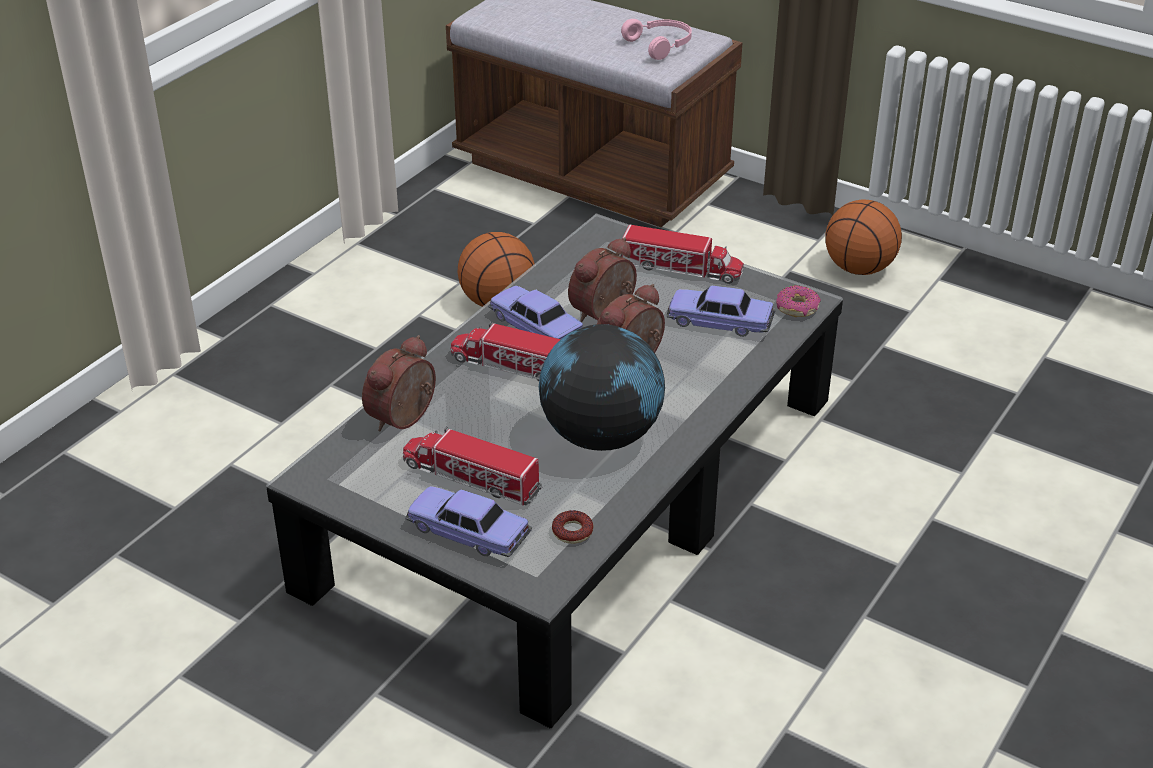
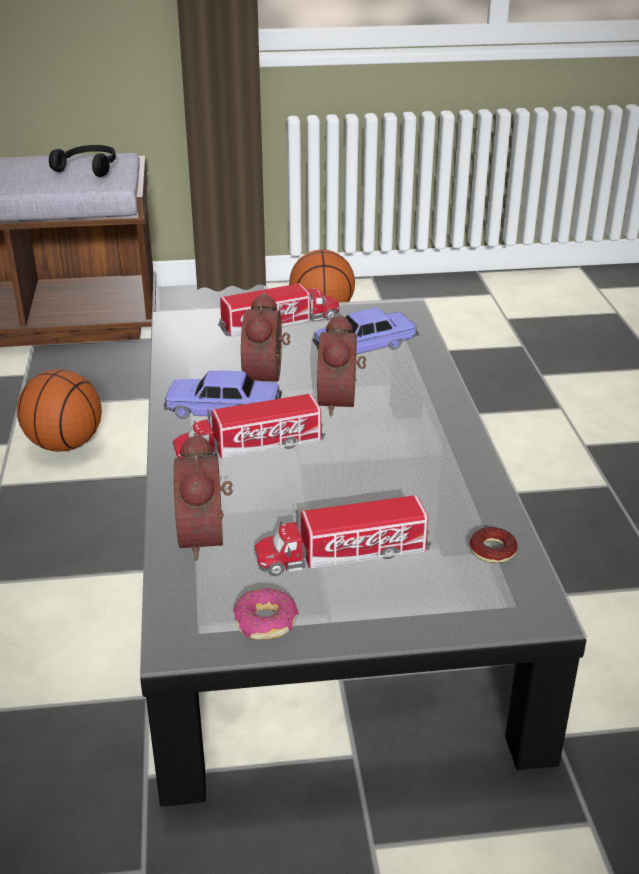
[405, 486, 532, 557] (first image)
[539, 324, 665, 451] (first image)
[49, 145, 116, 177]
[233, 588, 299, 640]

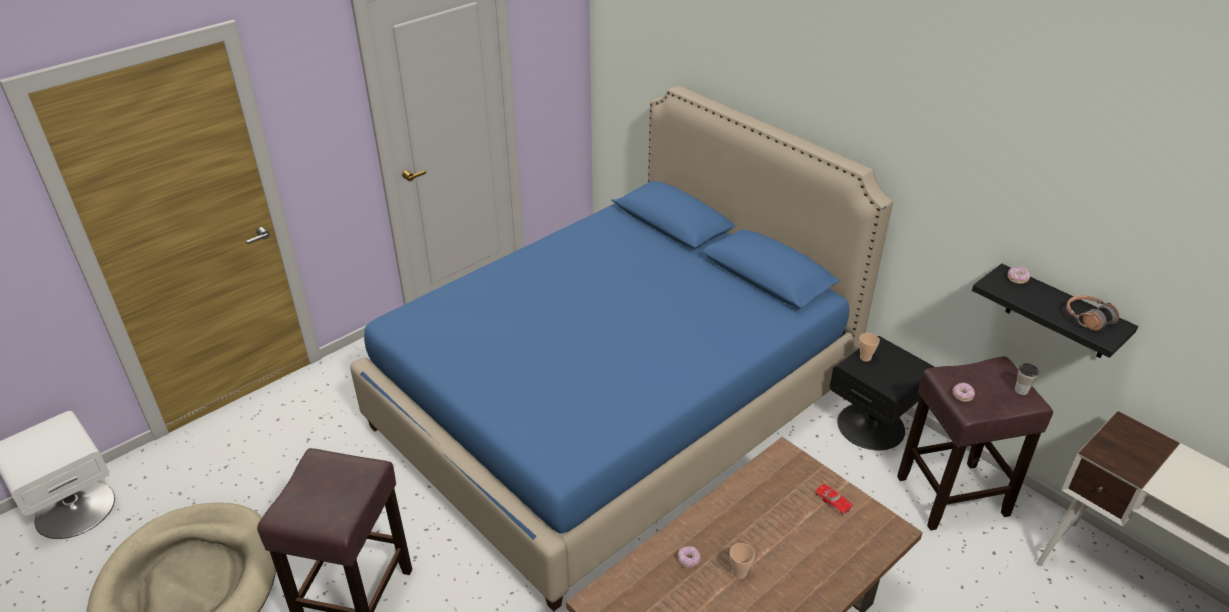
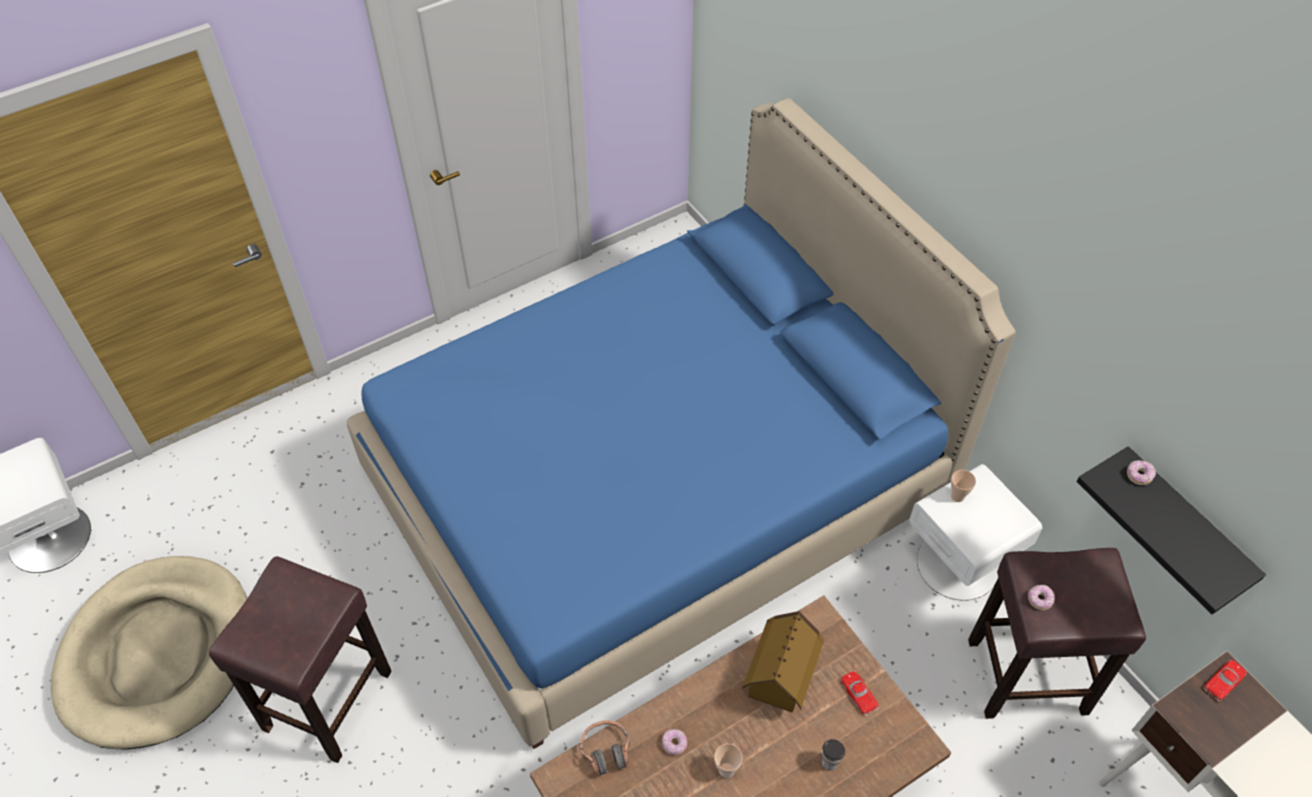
[910, 464, 1042, 601]
[822, 739, 845, 771]
[579, 720, 630, 776]
[742, 611, 824, 713]
[1204, 660, 1247, 701]

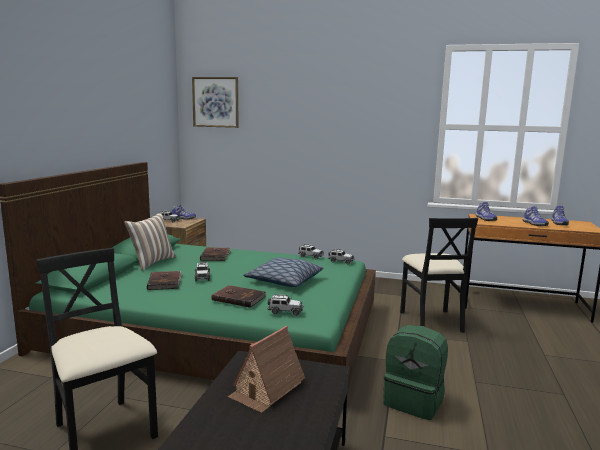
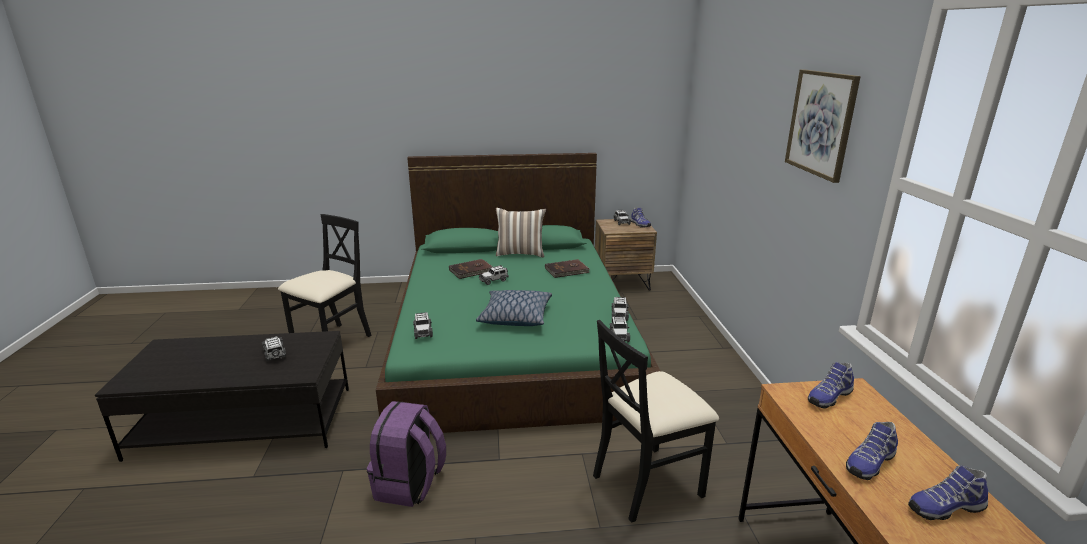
[785, 69, 861, 183]
[212, 285, 266, 308] (first image)
[262, 336, 286, 361]
[367, 401, 446, 507]

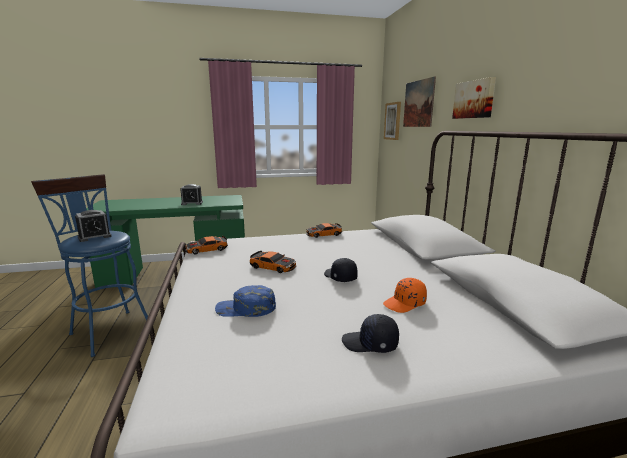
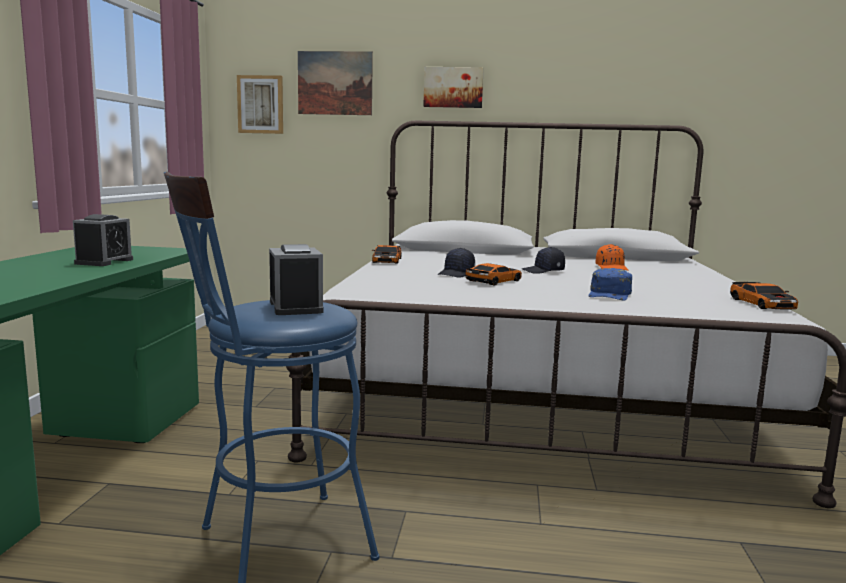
[730, 282, 798, 310]
[438, 248, 475, 278]

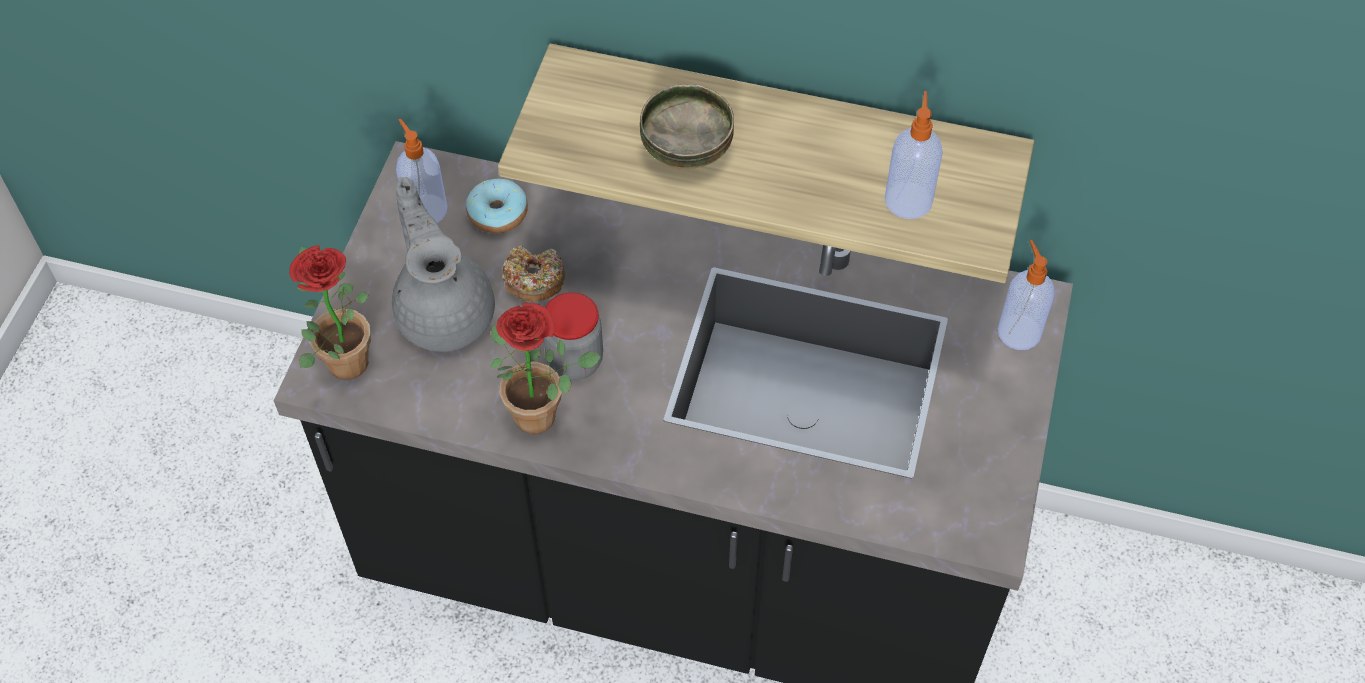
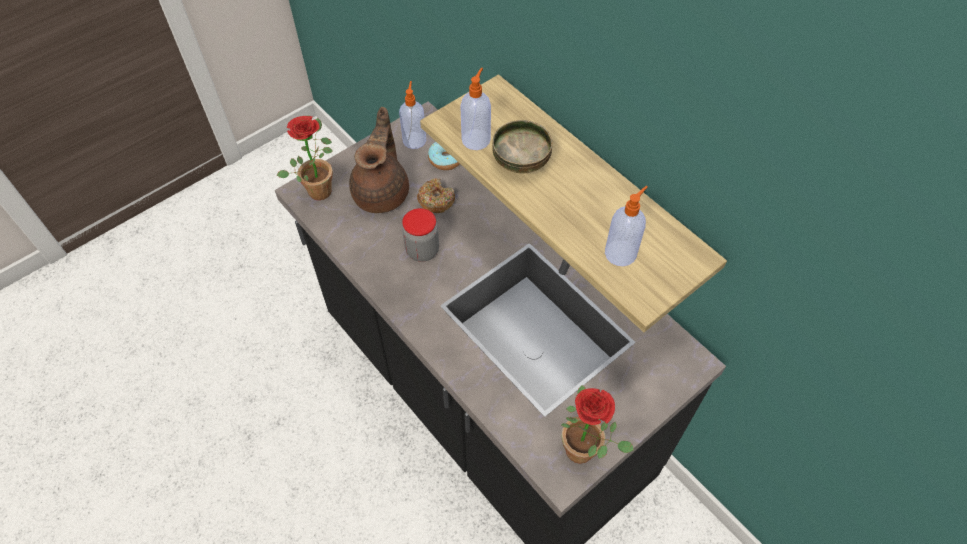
[349, 107, 409, 213]
[561, 385, 634, 464]
[460, 68, 491, 150]

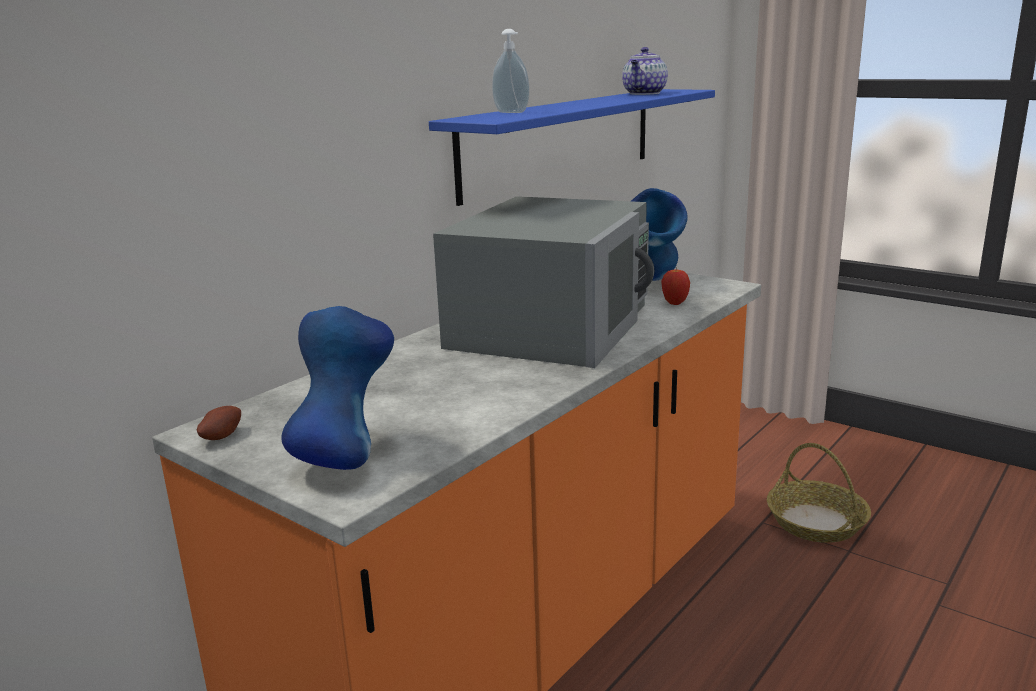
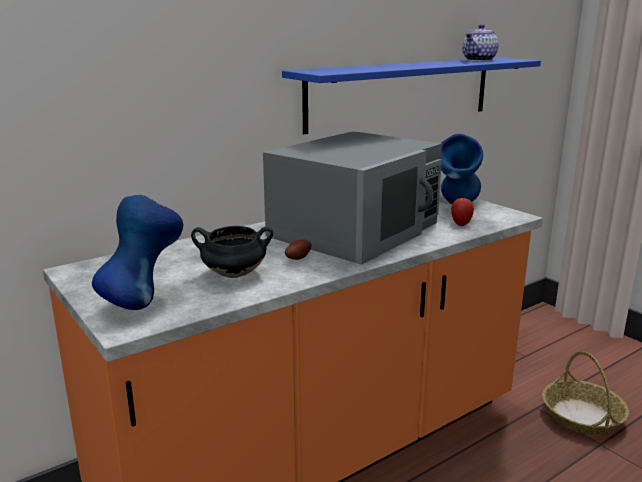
[285, 239, 312, 260]
[492, 29, 530, 113] (first image)
[191, 226, 273, 278]

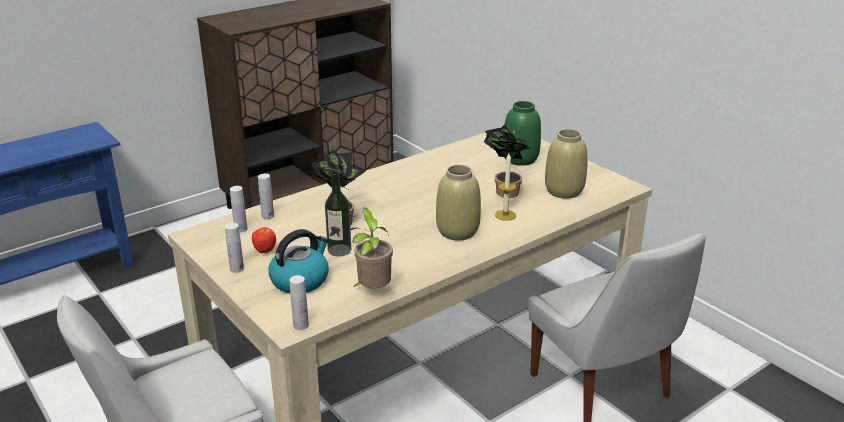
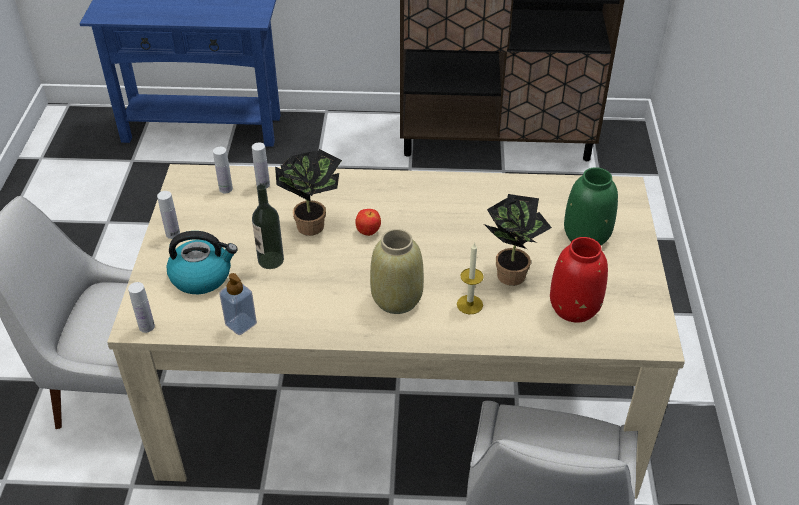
[355, 209, 381, 236]
[219, 273, 257, 335]
[550, 237, 608, 323]

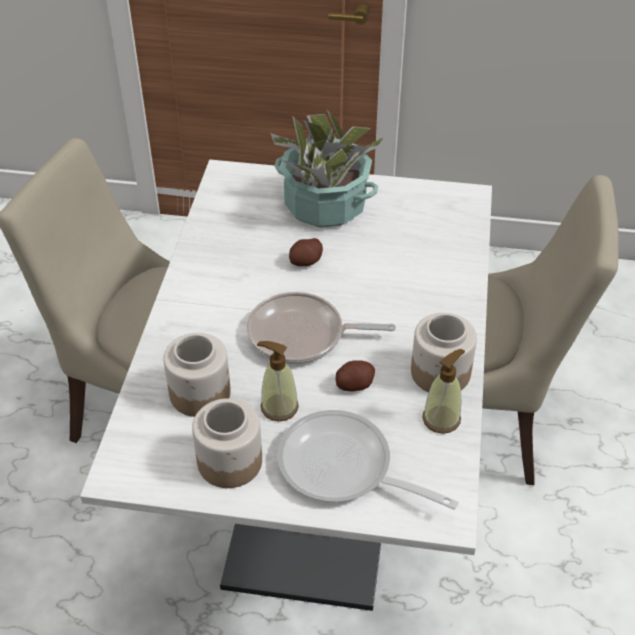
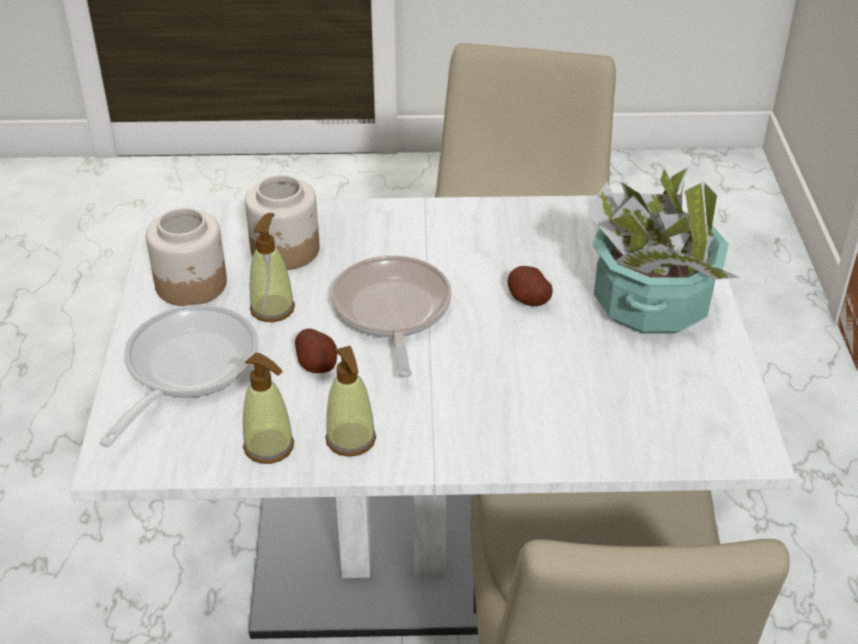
[325, 346, 376, 457]

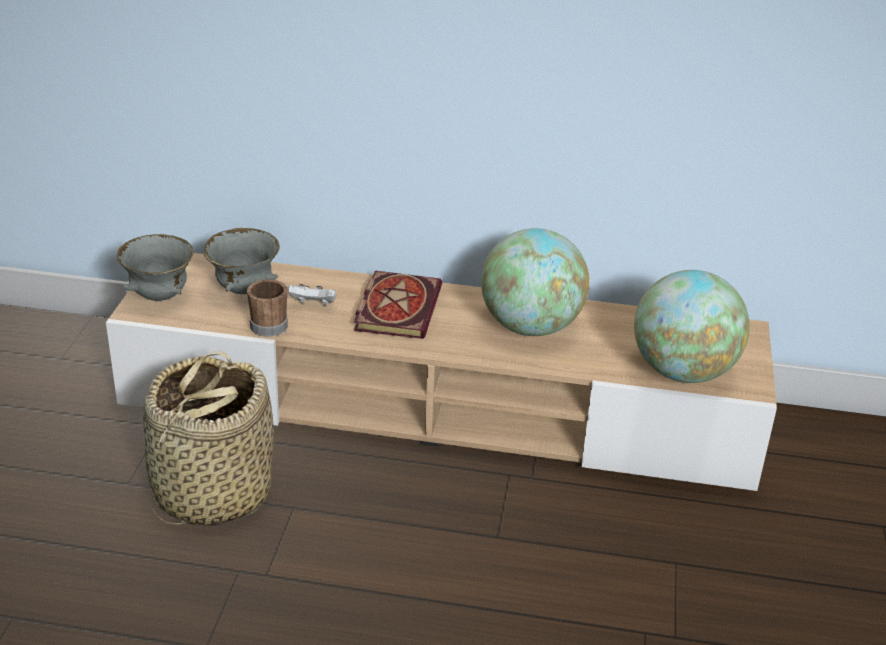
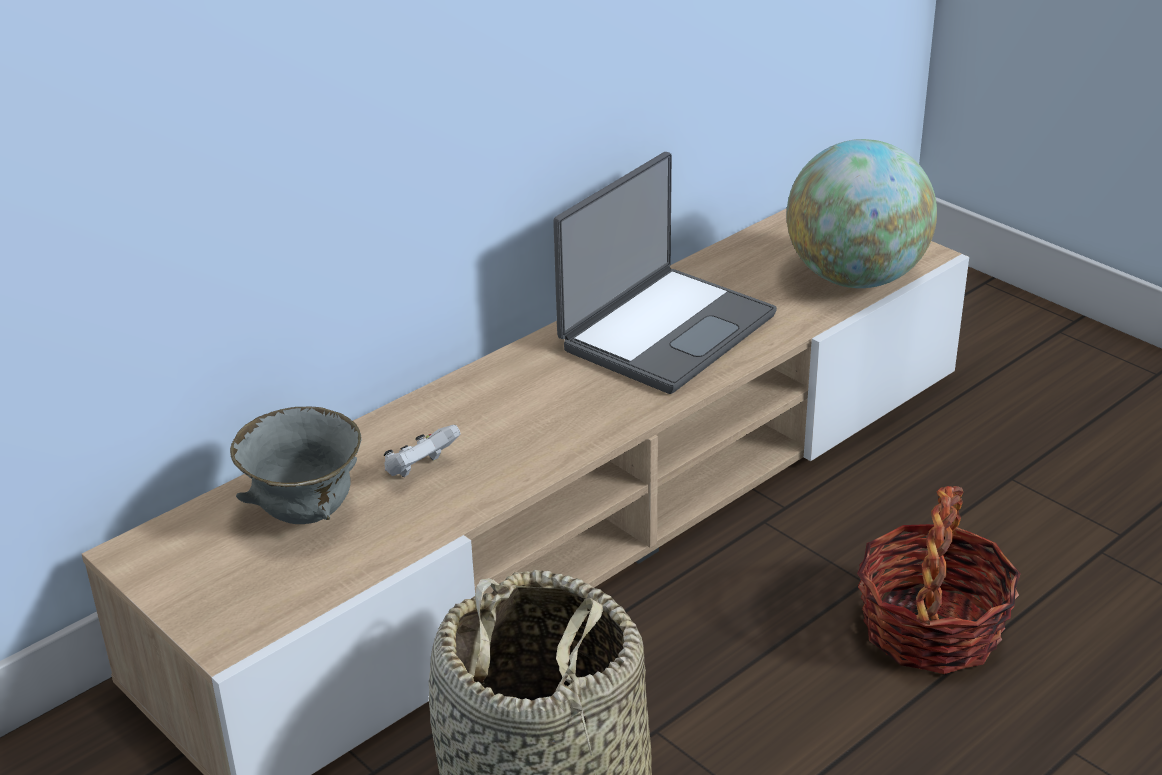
[117, 234, 193, 301] (first image)
[247, 279, 288, 337] (first image)
[354, 271, 442, 339] (first image)
[553, 152, 777, 394]
[857, 486, 1021, 674]

